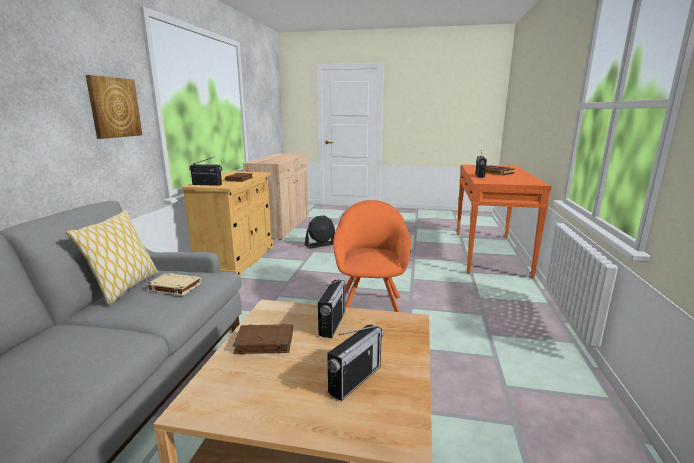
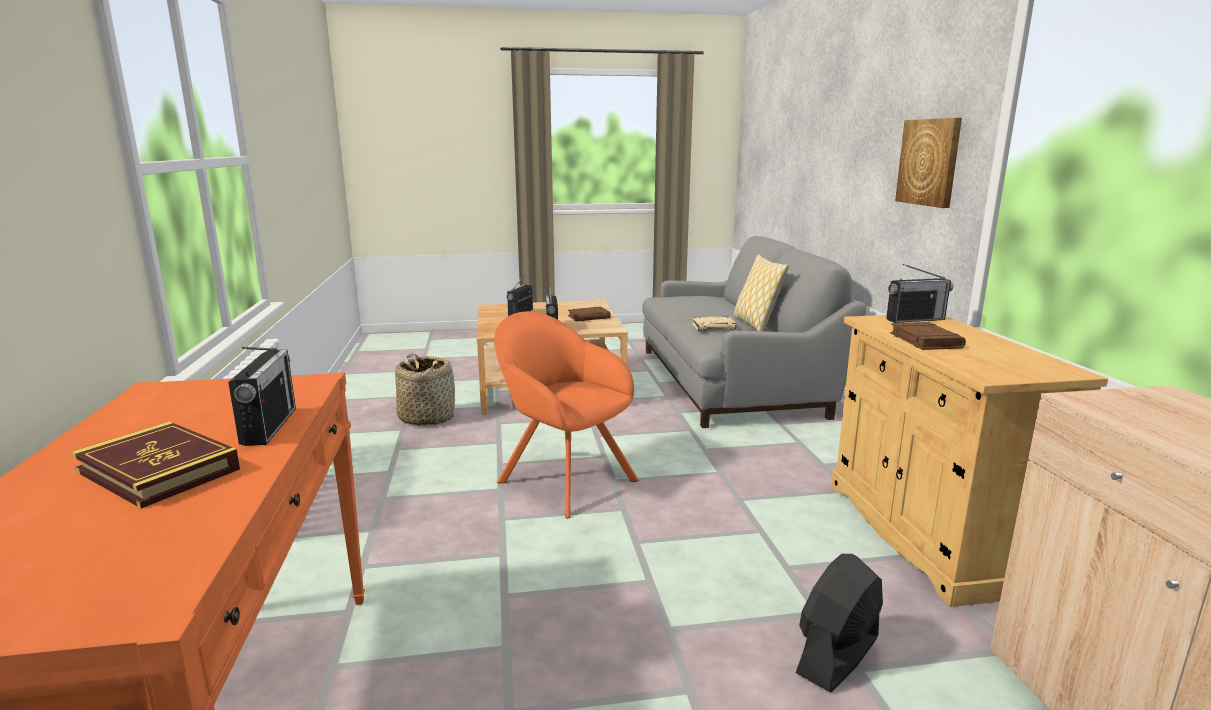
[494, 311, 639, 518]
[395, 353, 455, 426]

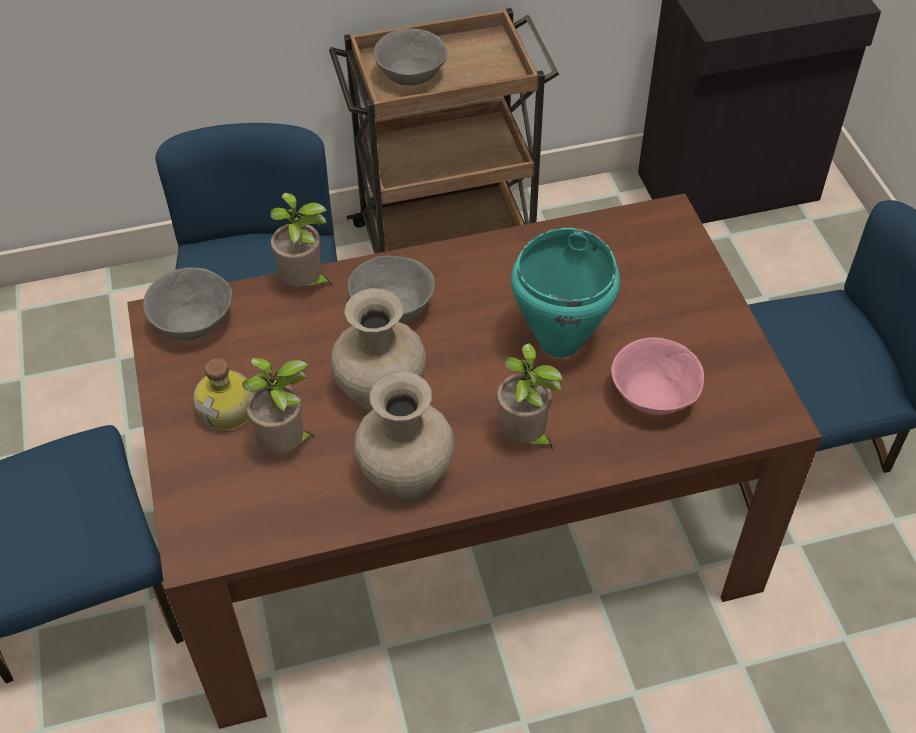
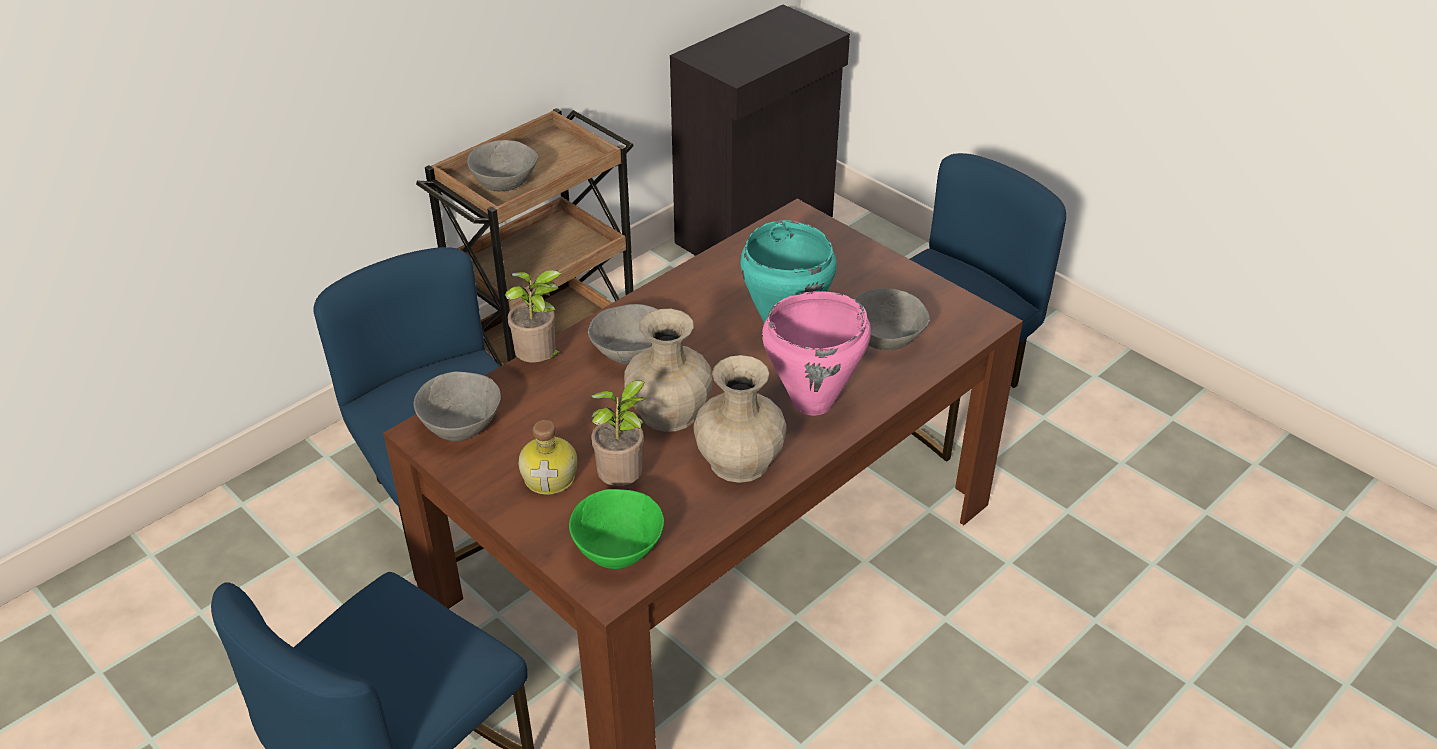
[762, 291, 871, 416]
[854, 288, 930, 350]
[569, 489, 664, 569]

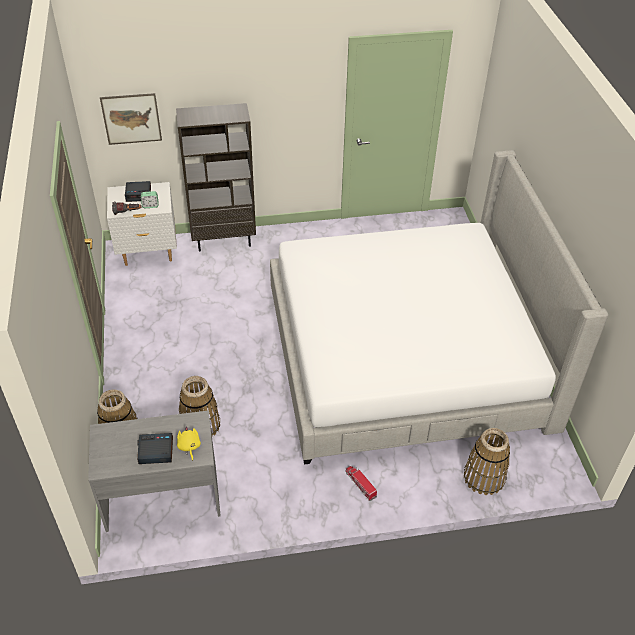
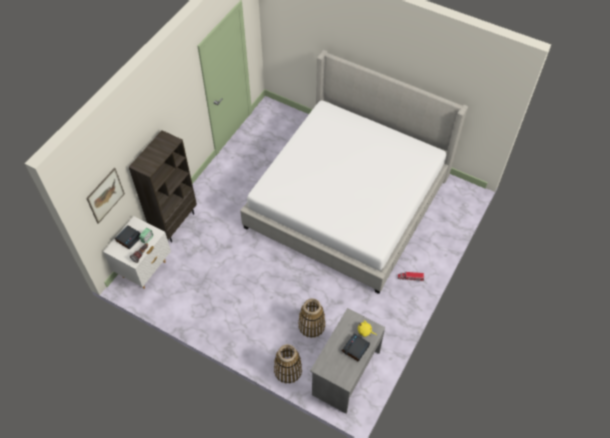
[464, 428, 510, 495] (first image)

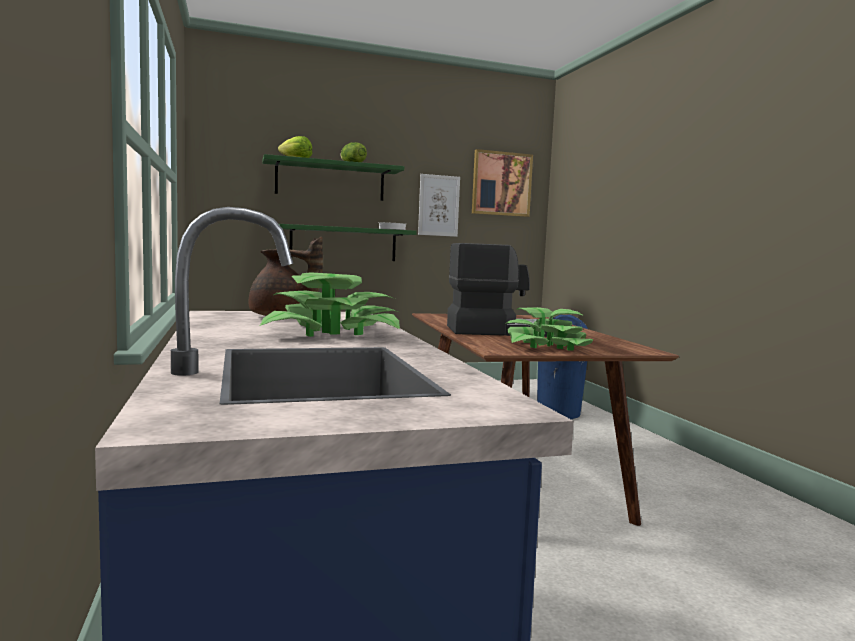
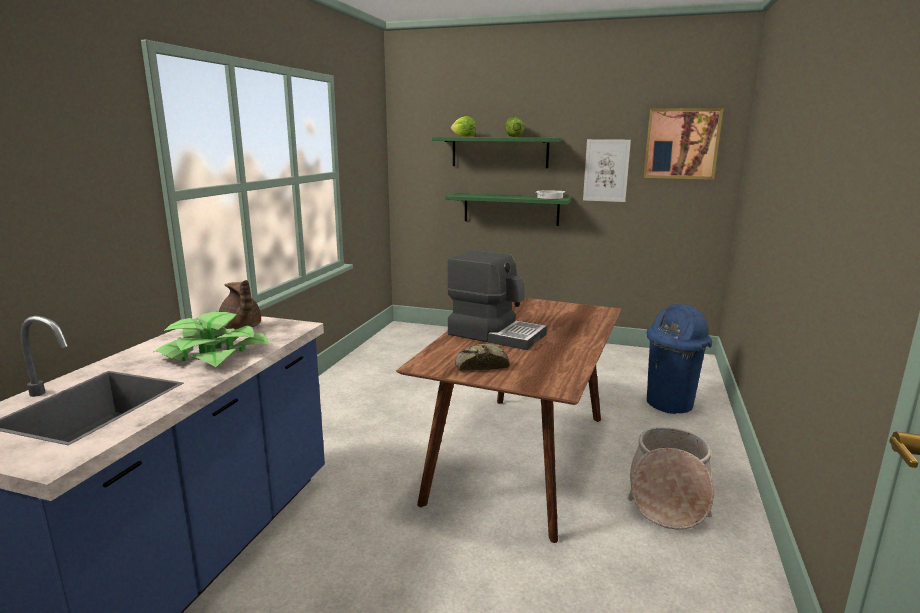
[455, 343, 510, 371]
[627, 427, 714, 530]

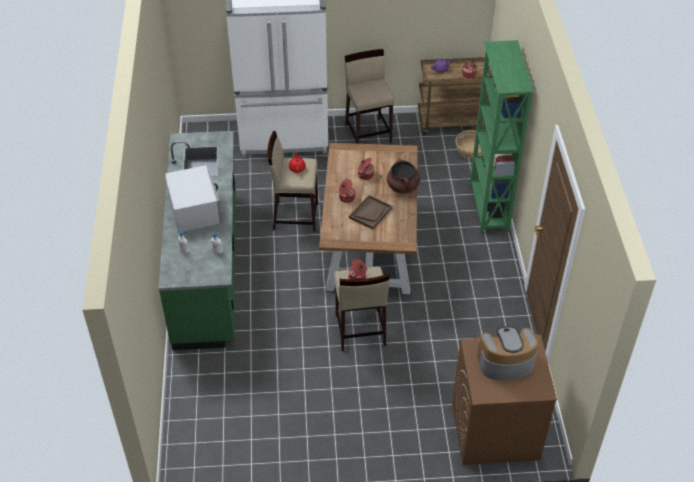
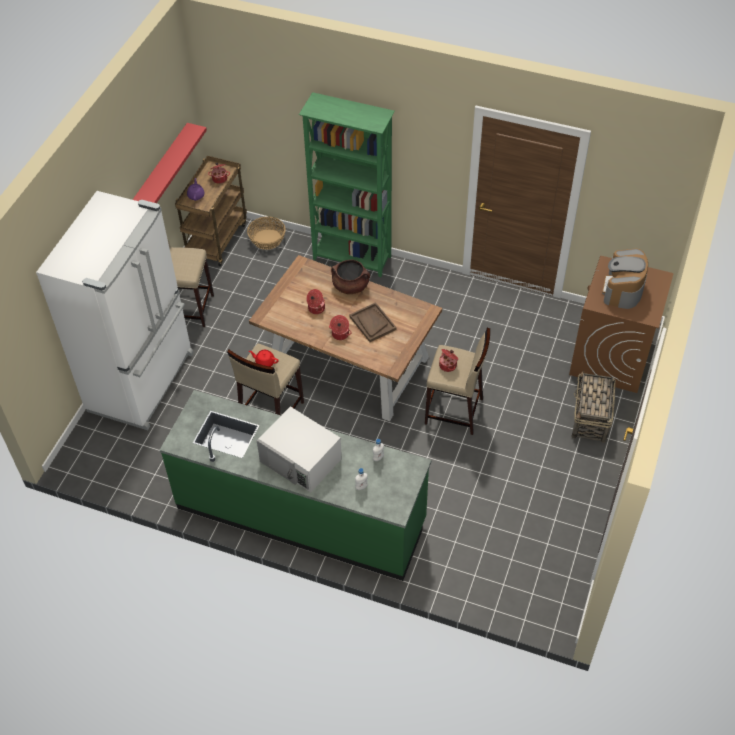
[257, 406, 342, 492]
[133, 123, 207, 203]
[571, 371, 616, 443]

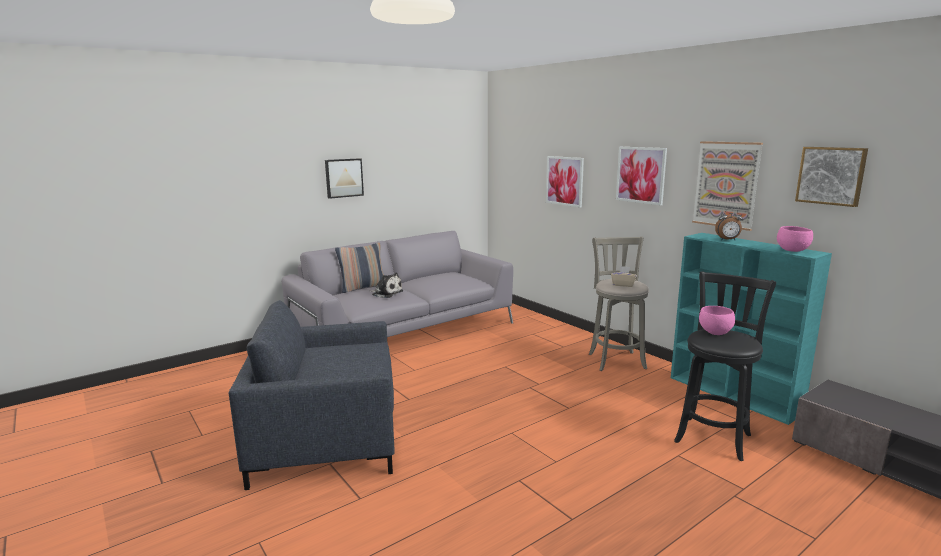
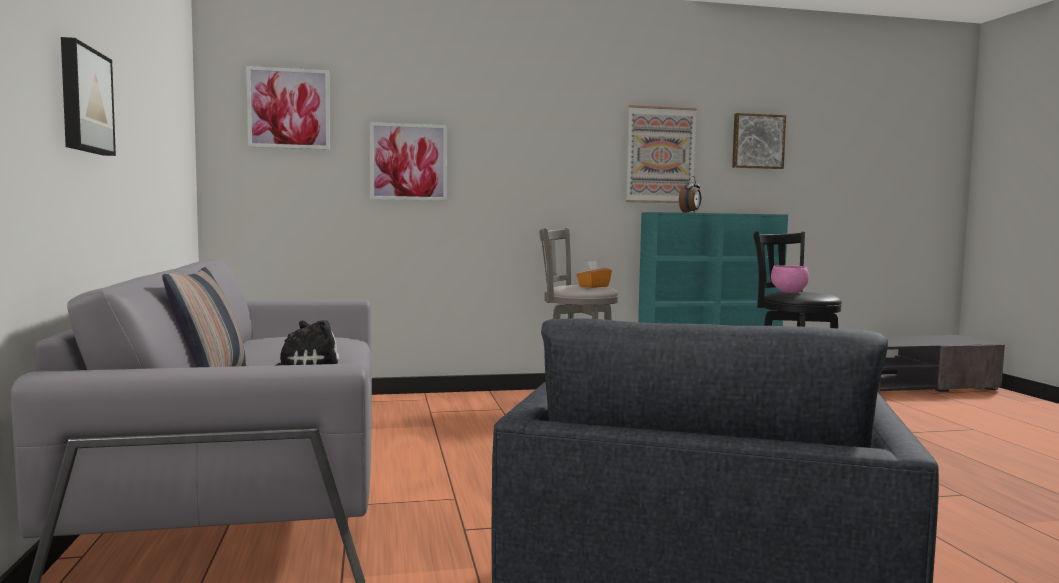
[576, 261, 612, 288]
[246, 66, 330, 150]
[777, 226, 813, 252] (first image)

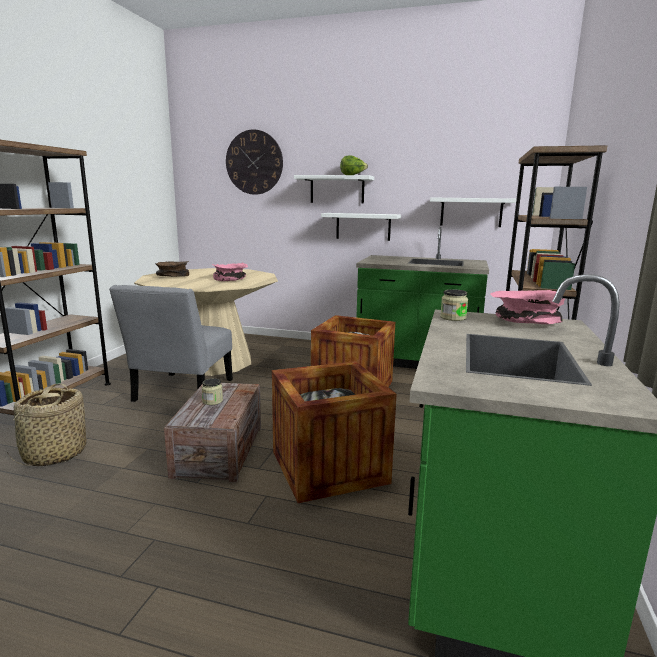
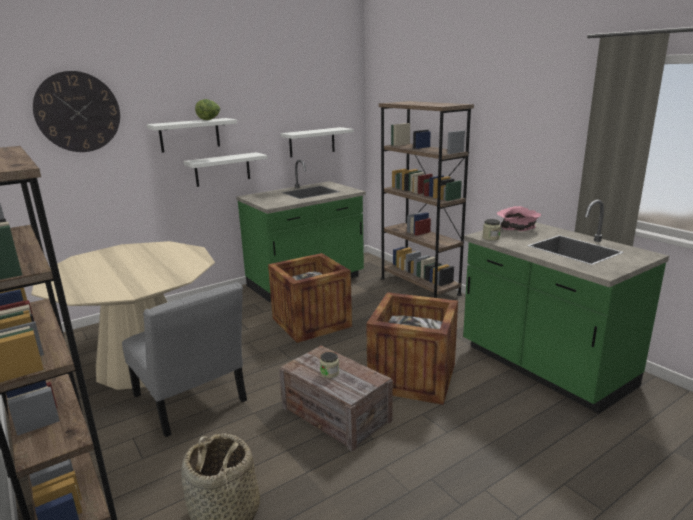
[154, 261, 189, 277] (first image)
[212, 262, 248, 281] (first image)

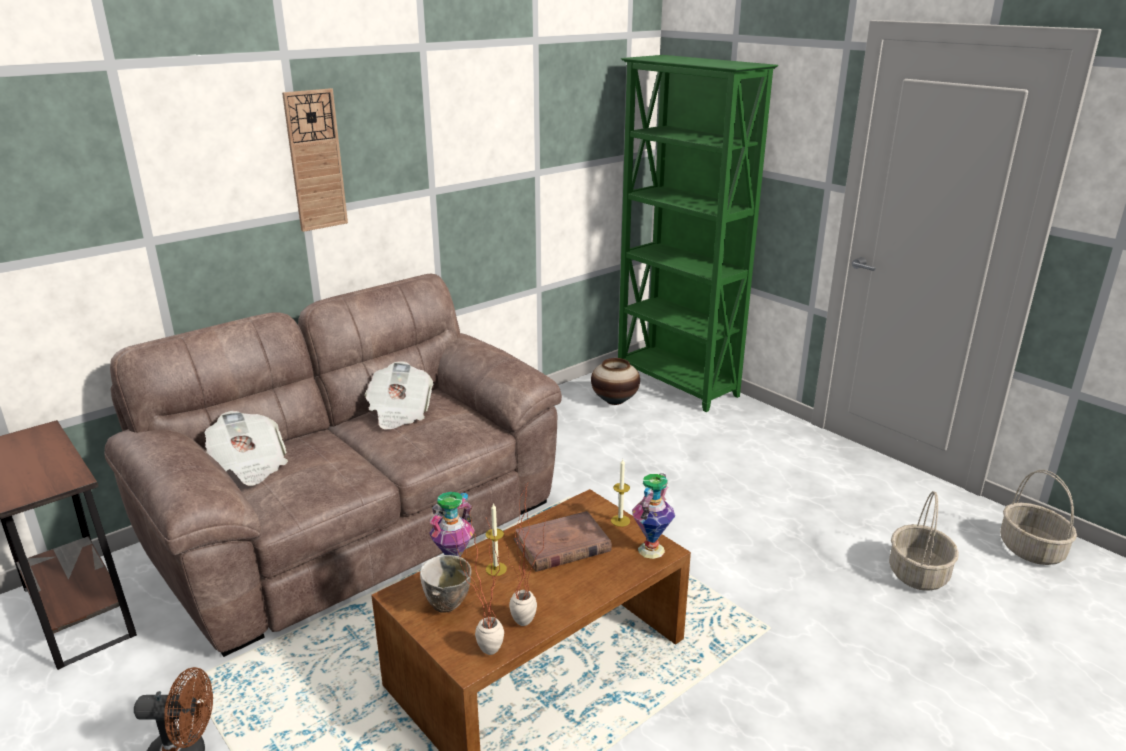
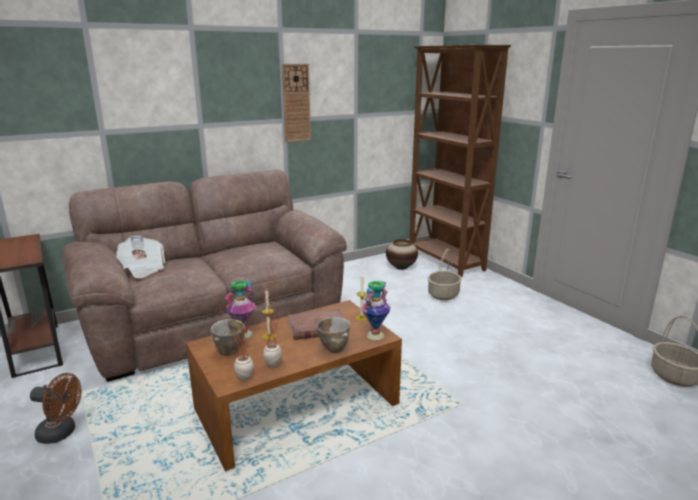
[282, 64, 311, 142]
[365, 361, 434, 430] (first image)
[409, 45, 511, 277]
[428, 248, 462, 300]
[317, 317, 350, 353]

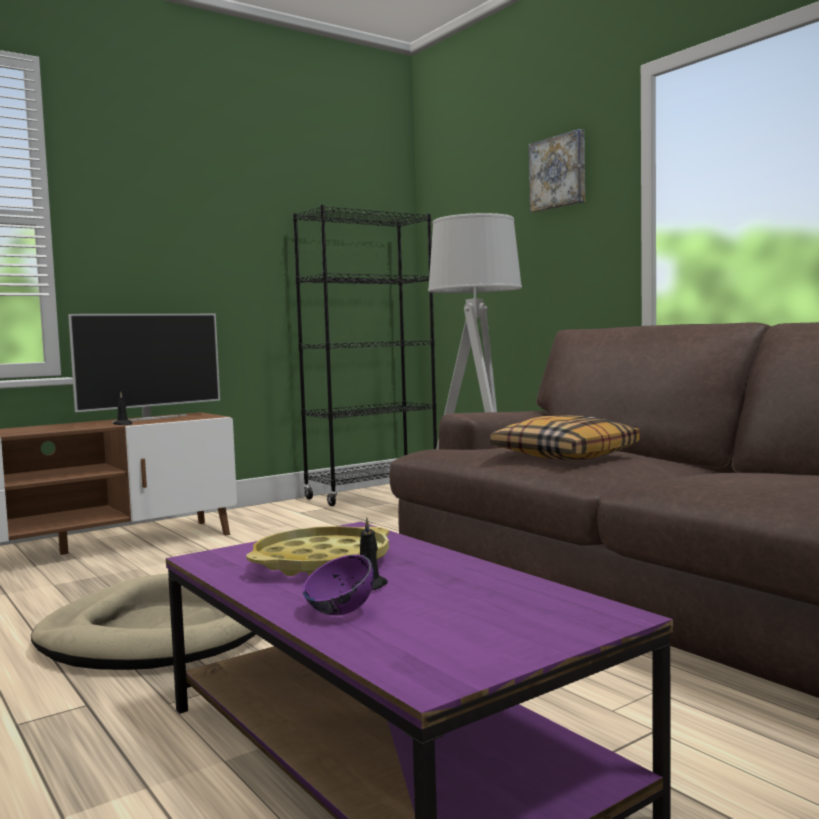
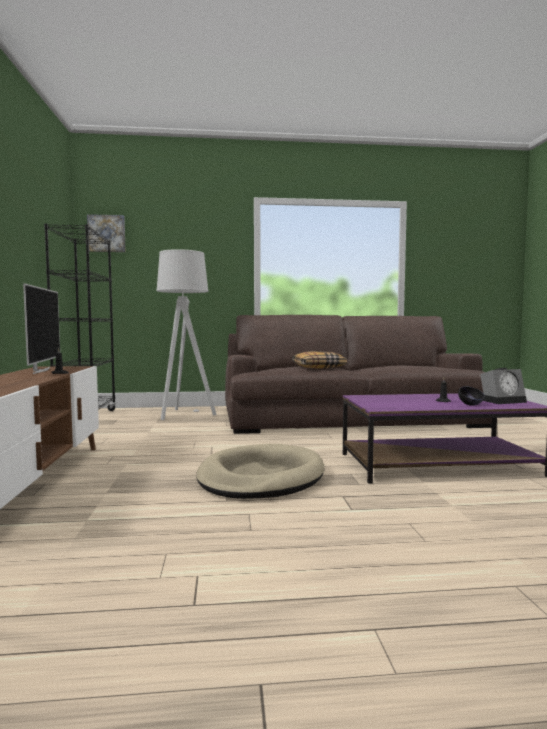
[246, 526, 389, 576] (first image)
[458, 386, 485, 406]
[87, 214, 126, 252]
[480, 368, 527, 404]

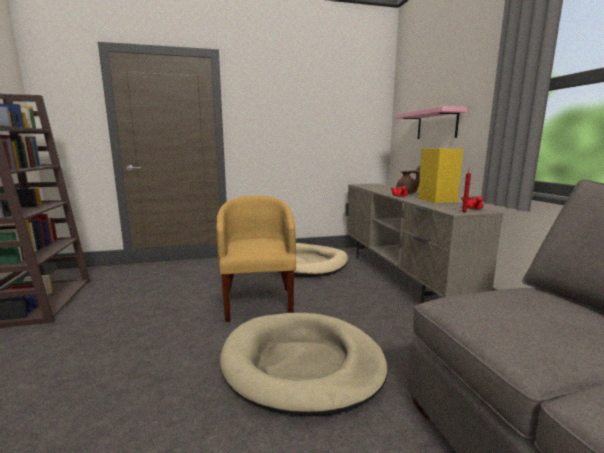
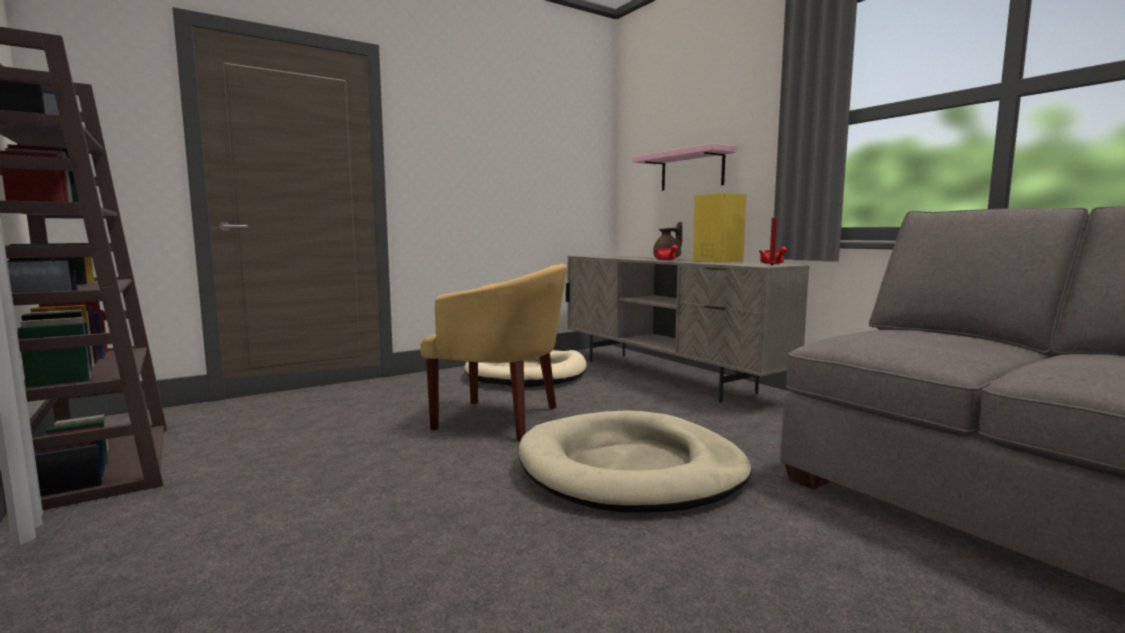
[420, 264, 567, 442]

